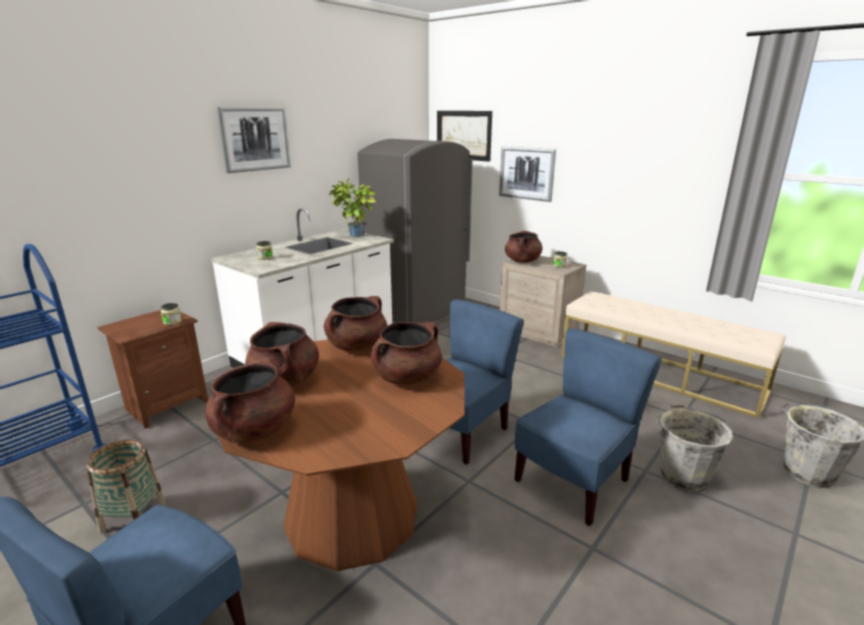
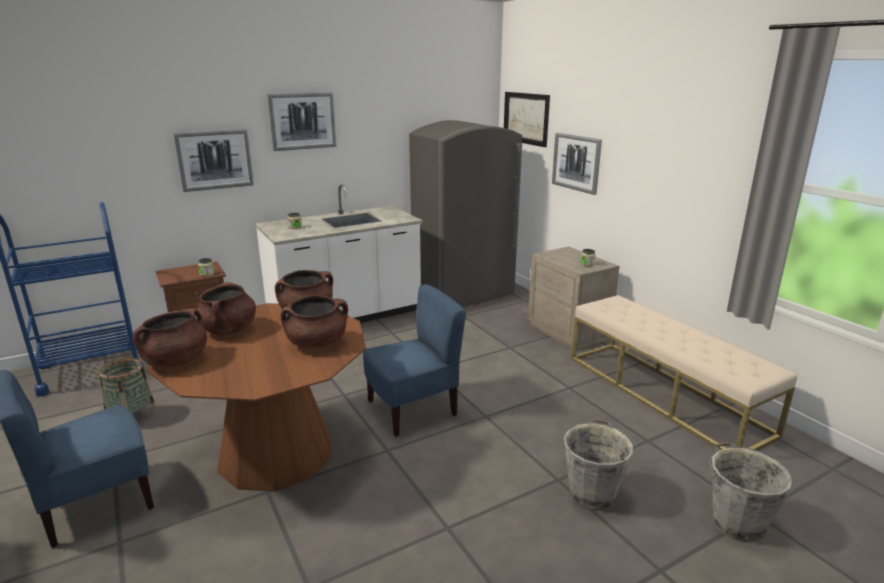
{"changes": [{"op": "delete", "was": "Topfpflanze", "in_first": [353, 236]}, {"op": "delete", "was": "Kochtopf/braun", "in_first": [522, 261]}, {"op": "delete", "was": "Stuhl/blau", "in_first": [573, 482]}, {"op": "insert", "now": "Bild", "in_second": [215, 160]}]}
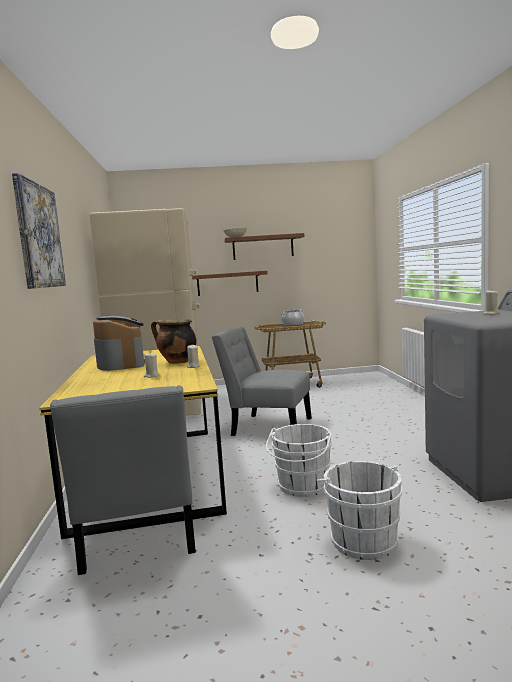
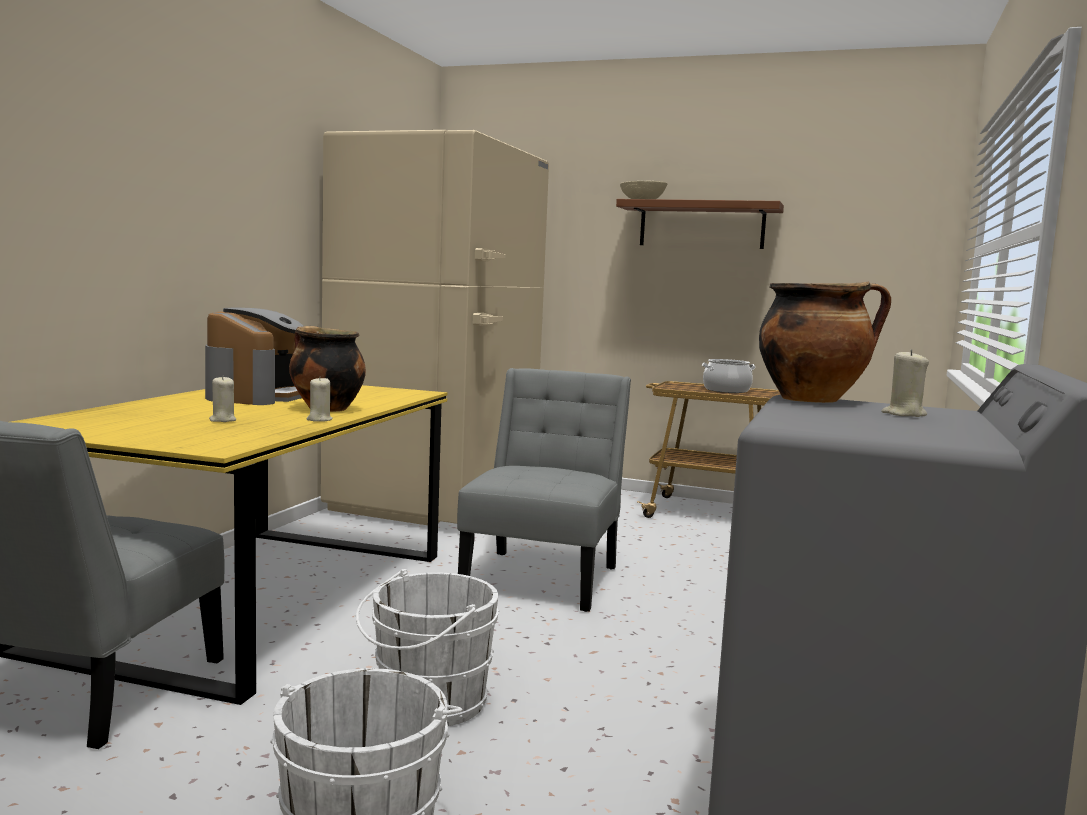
{"changes": [{"op": "delete", "was": "Bild", "in_first": [39, 236]}, {"op": "delete", "was": "Wandregal/braun", "in_first": [227, 283]}, {"op": "insert", "now": "Kochtopf", "in_second": [813, 400]}, {"op": "rotate", "was": "Stuhl/grau", "in_first": [267, 426], "in_second": [544, 576], "clockwise": 60}]}
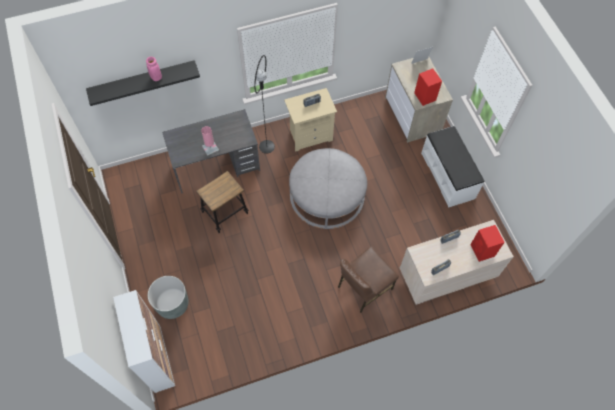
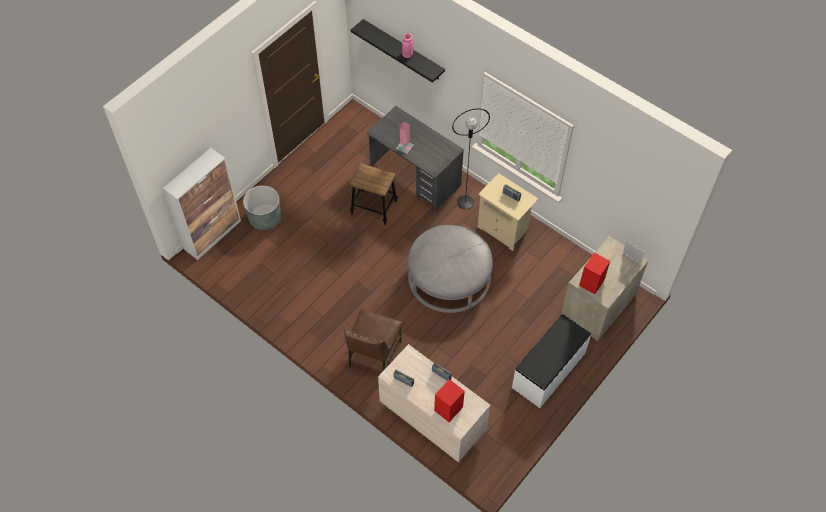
{"changes": [{"op": "rotate", "was": "Stuhl/braun", "in_first": [363, 288], "in_second": [373, 354], "clockwise": -90}]}
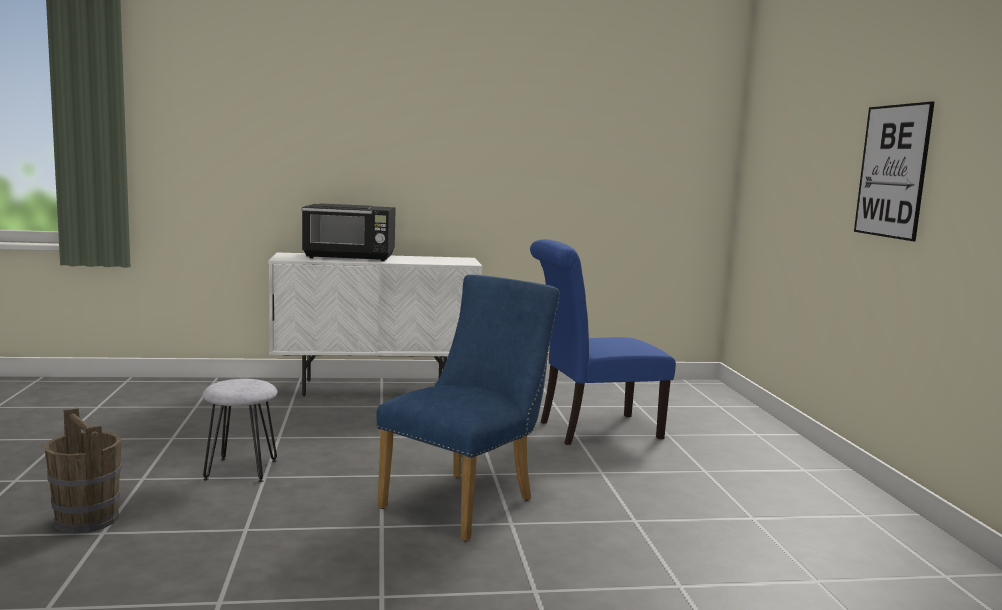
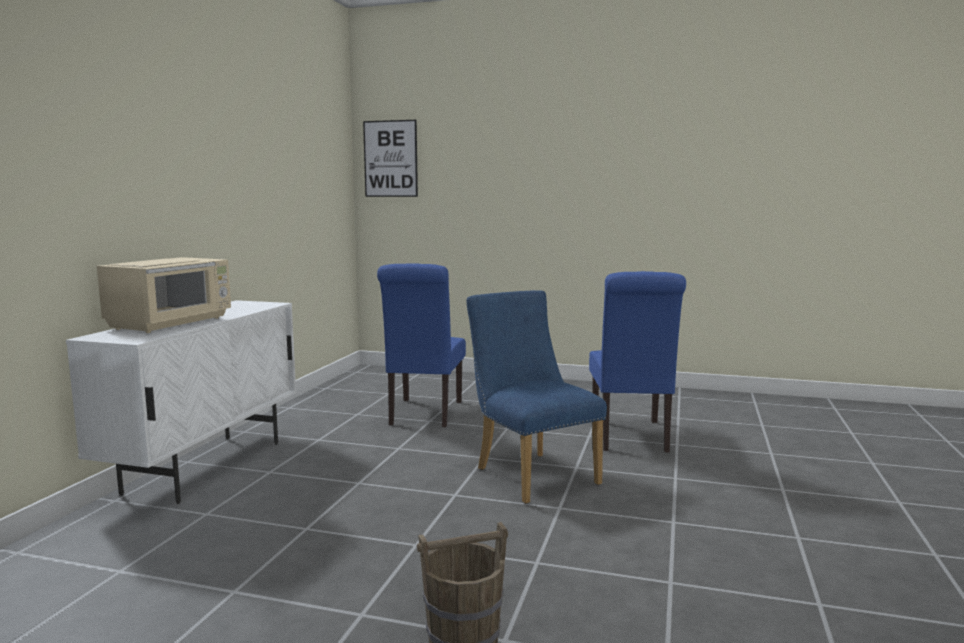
{"changes": [{"op": "delete", "was": "Hocker/grau", "in_first": [240, 470]}, {"op": "insert", "now": "Stuhl/blau", "in_second": [630, 437]}, {"op": "move", "was": "Bild", "in_first": [892, 171], "in_second": [390, 159]}, {"op": "recolor", "was": "Mikrowelle/schwarz", "now": "Mikrowelle/beige", "in_first": [350, 257], "in_second": [172, 323]}]}
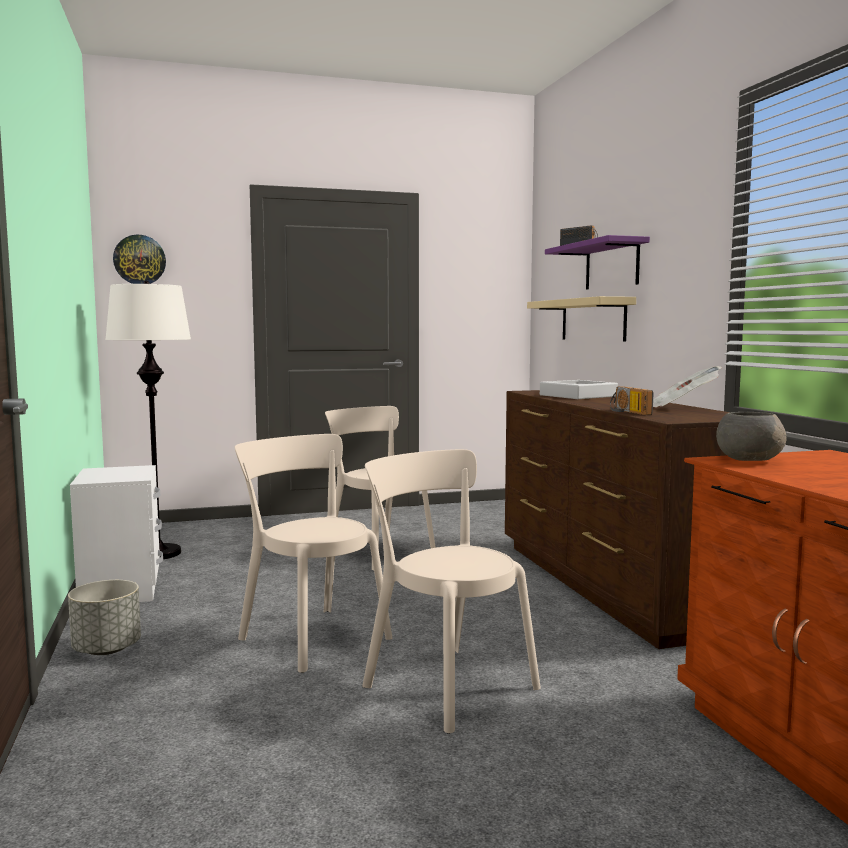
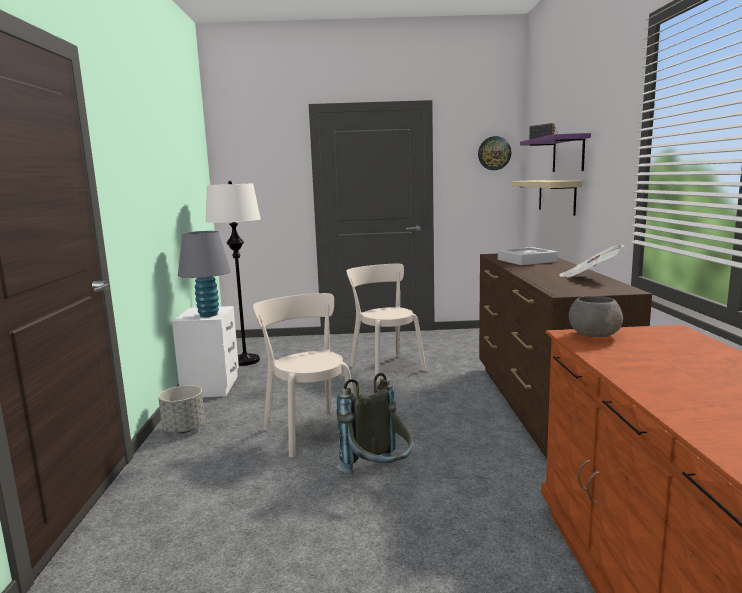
{"changes": [{"op": "delete", "was": "Radio", "in_first": [627, 412]}, {"op": "insert", "now": "Tischlampe/grau", "in_second": [208, 315]}, {"op": "move", "was": "Wanduhr", "in_first": [139, 260], "in_second": [494, 153]}, {"op": "replace", "was": "Stuhl/beige", "now": "Rucksack/grau", "in_first": [445, 684], "in_second": [379, 476]}]}
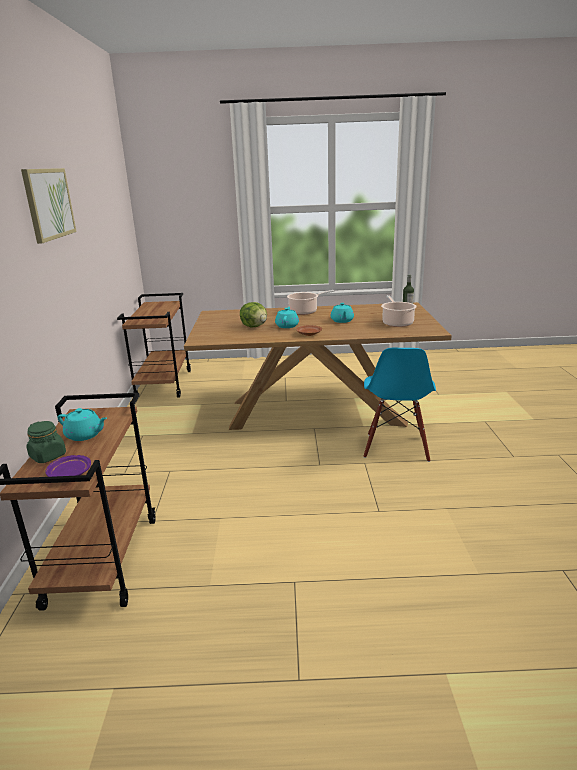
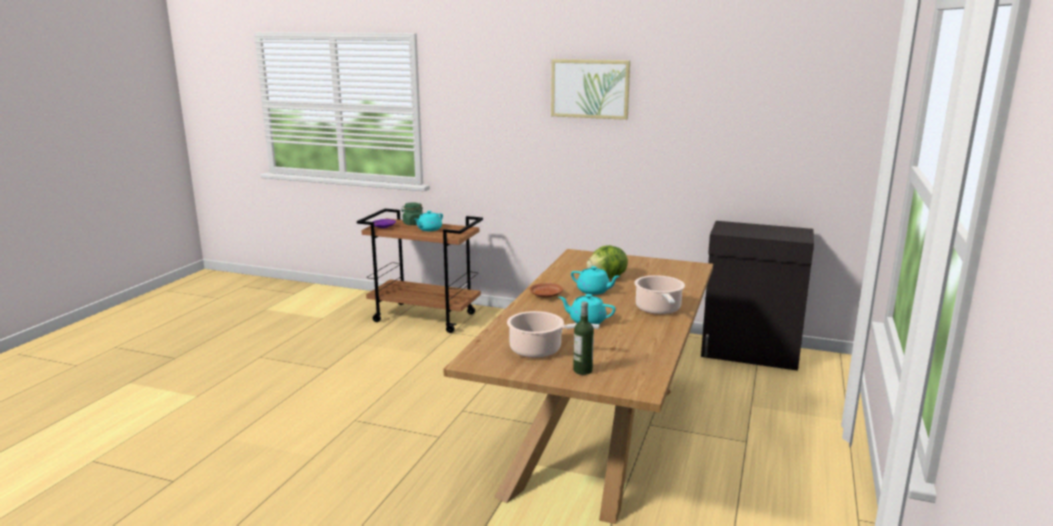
{"changes": [{"op": "delete", "was": "Stuhl/blau", "in_first": [396, 447]}, {"op": "replace", "was": "Rollwagen/braun", "now": "Schrank/schwarz", "in_first": [163, 384], "in_second": [750, 354]}]}
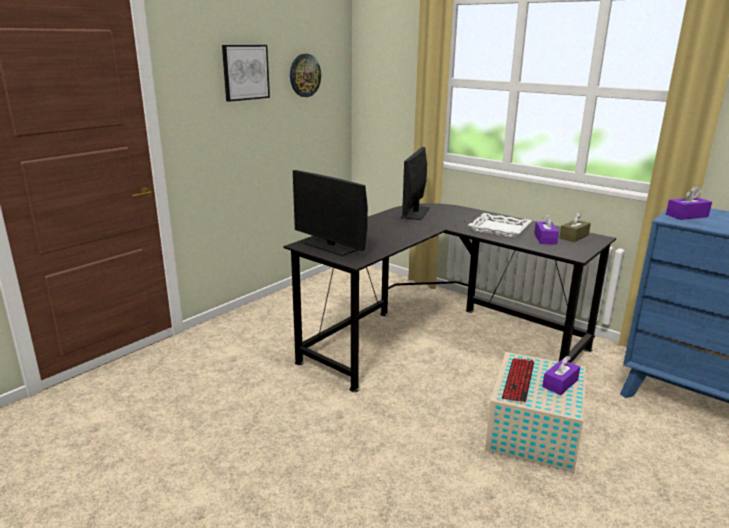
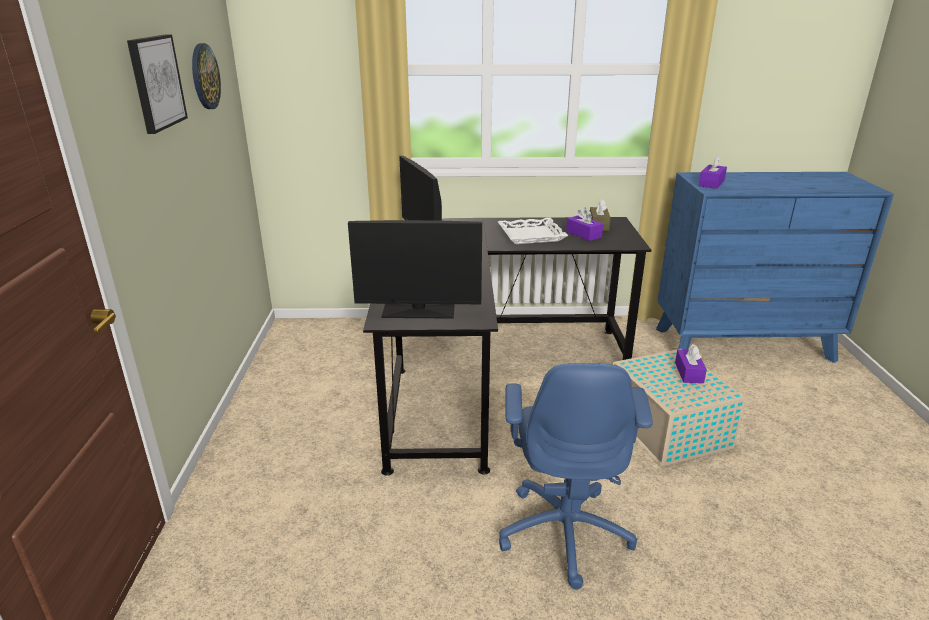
{"changes": [{"op": "delete", "was": "Tastatur", "in_first": [518, 380]}, {"op": "insert", "now": "Bürostuhl/blau", "in_second": [565, 531]}]}
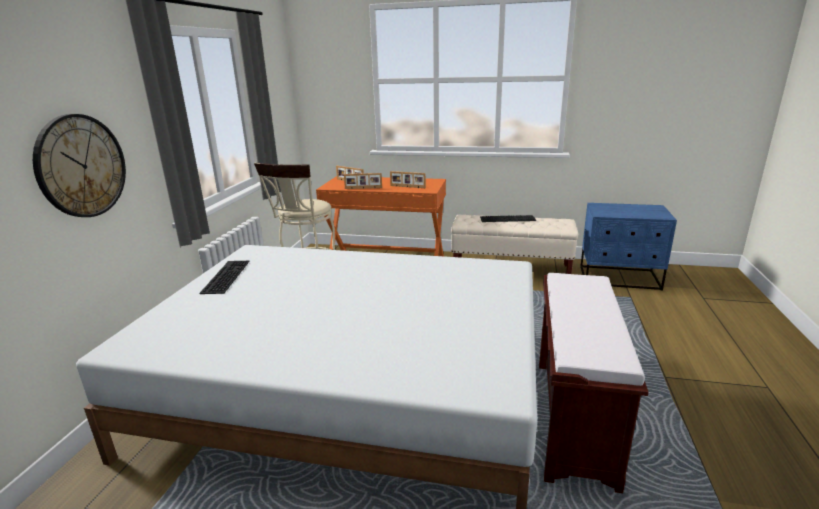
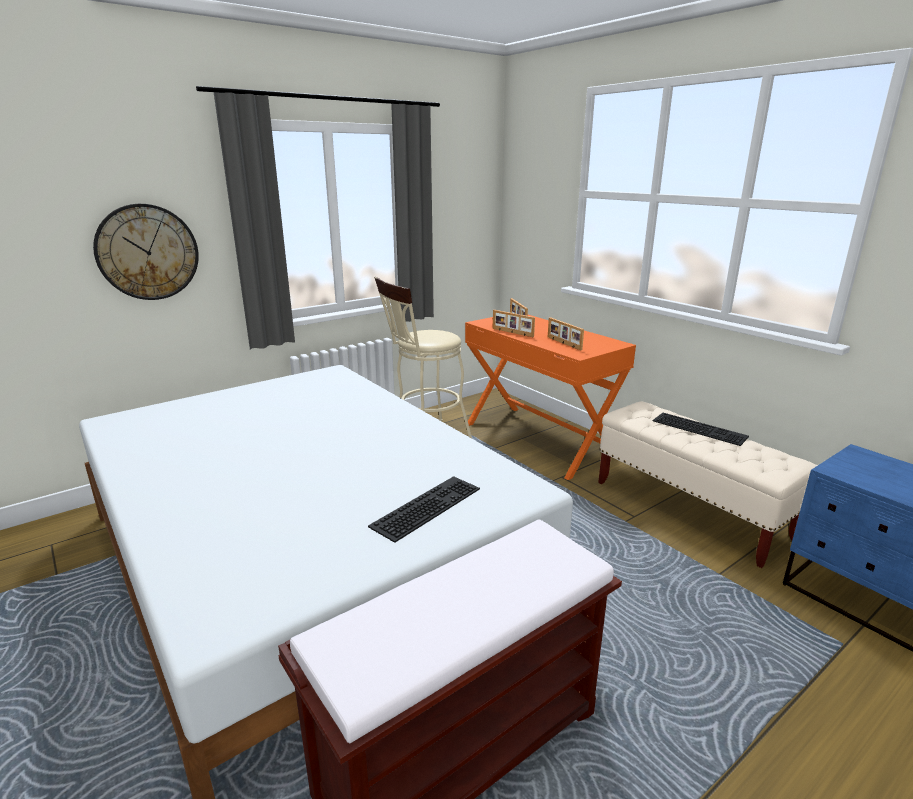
{"changes": [{"op": "move", "was": "Tastatur", "in_first": [225, 276], "in_second": [426, 505]}]}
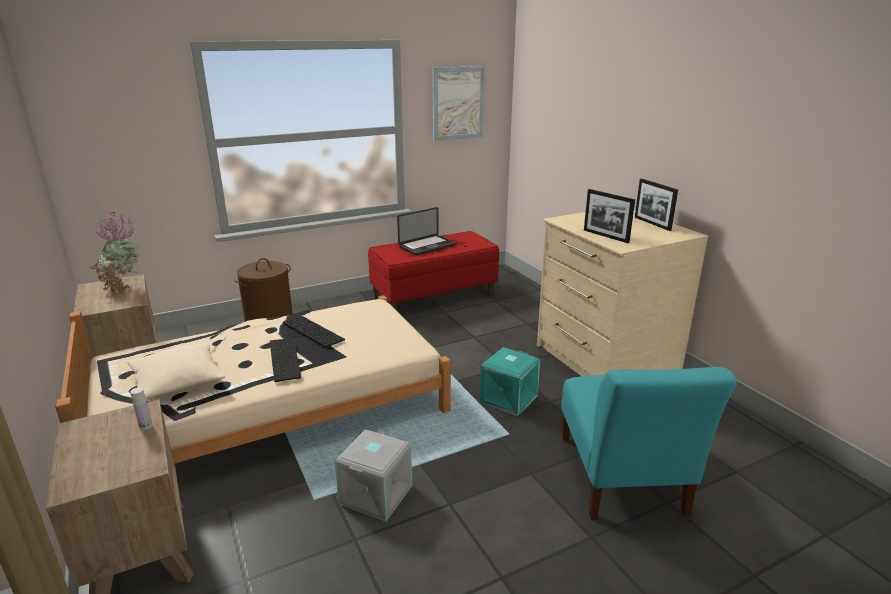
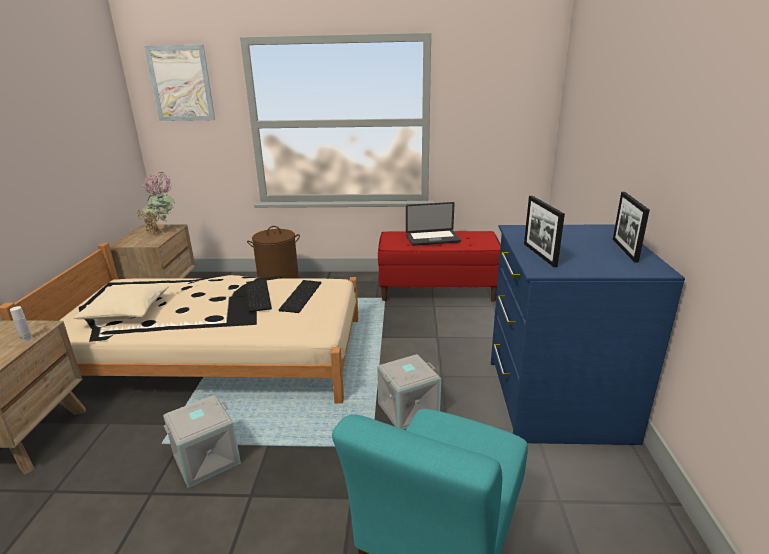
{"changes": [{"op": "move", "was": "Tastatur", "in_first": [283, 359], "in_second": [300, 295]}, {"op": "move", "was": "Bild", "in_first": [458, 103], "in_second": [181, 83]}, {"op": "recolor", "was": "Aufbewahrungsbox/türkis", "now": "Aufbewahrungsbox/grau", "in_first": [508, 398], "in_second": [408, 409]}, {"op": "recolor", "was": "Kommode/beige", "now": "Kommode/blau", "in_first": [604, 358], "in_second": [554, 399]}]}
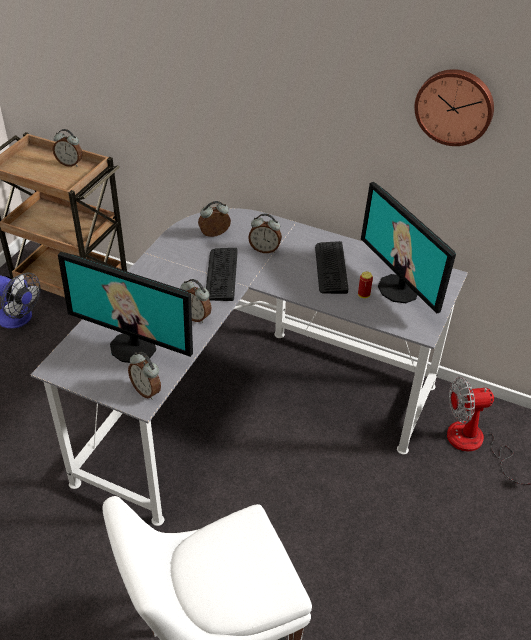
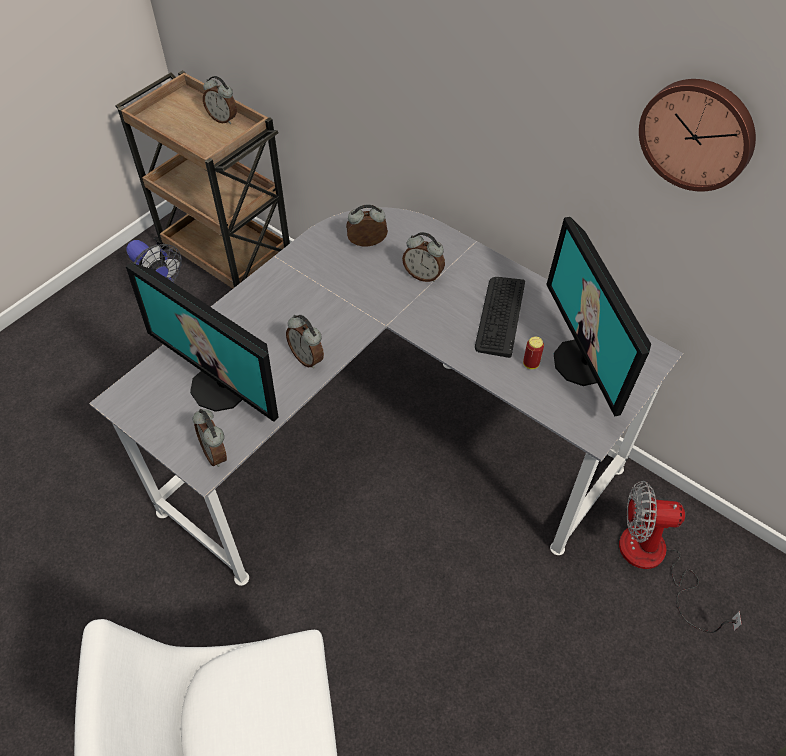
{"changes": [{"op": "delete", "was": "Tastatur", "in_first": [221, 274]}]}
